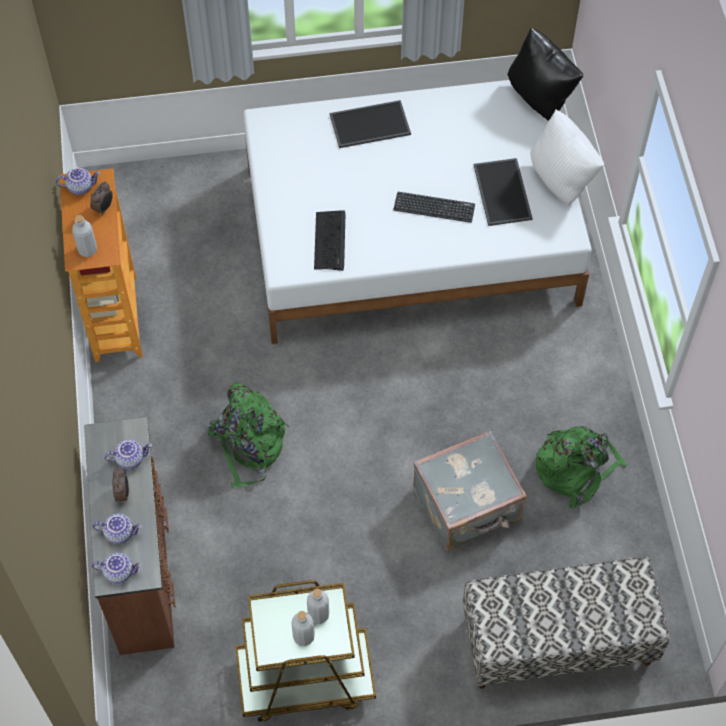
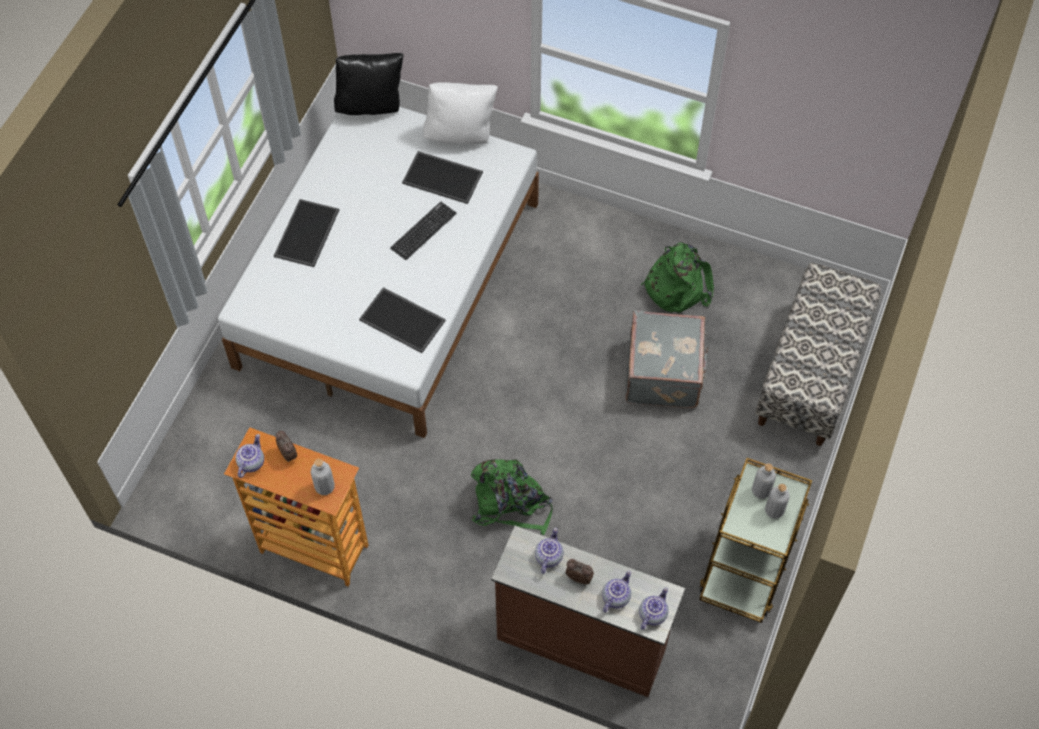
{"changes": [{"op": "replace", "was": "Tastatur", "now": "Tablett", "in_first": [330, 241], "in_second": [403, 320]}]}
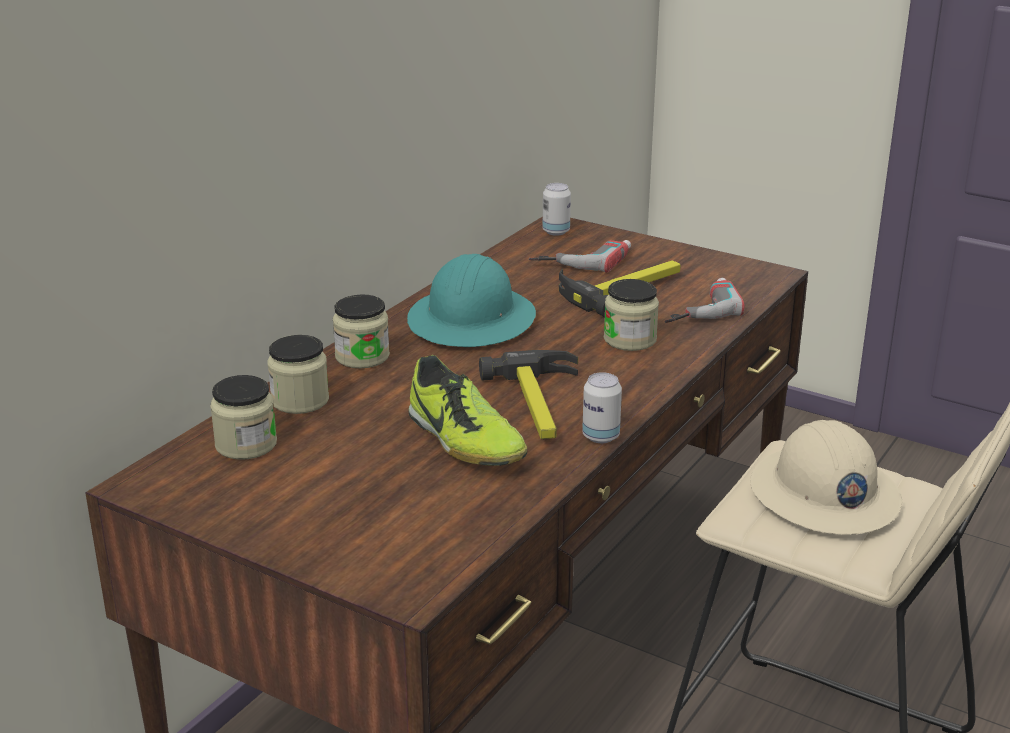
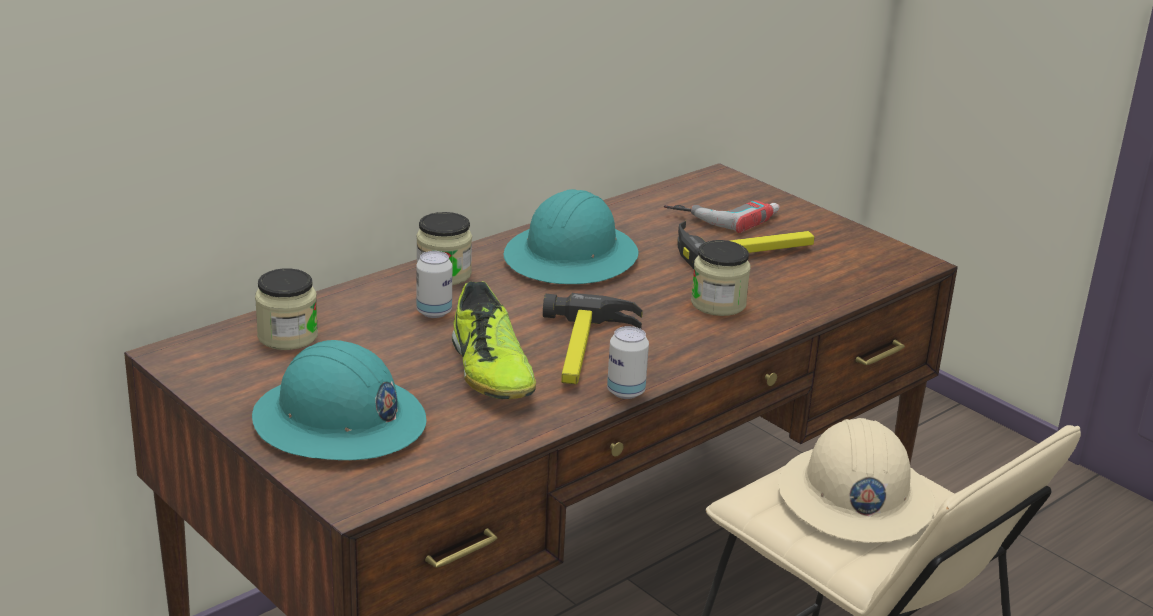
{"changes": [{"op": "delete", "was": "Vorratsglas", "in_first": [300, 400]}, {"op": "delete", "was": "Bohrmaschine", "in_first": [696, 308]}, {"op": "insert", "now": "Schutzhelm/türkis", "in_second": [339, 423]}, {"op": "move", "was": "Dose", "in_first": [556, 231], "in_second": [434, 312]}]}
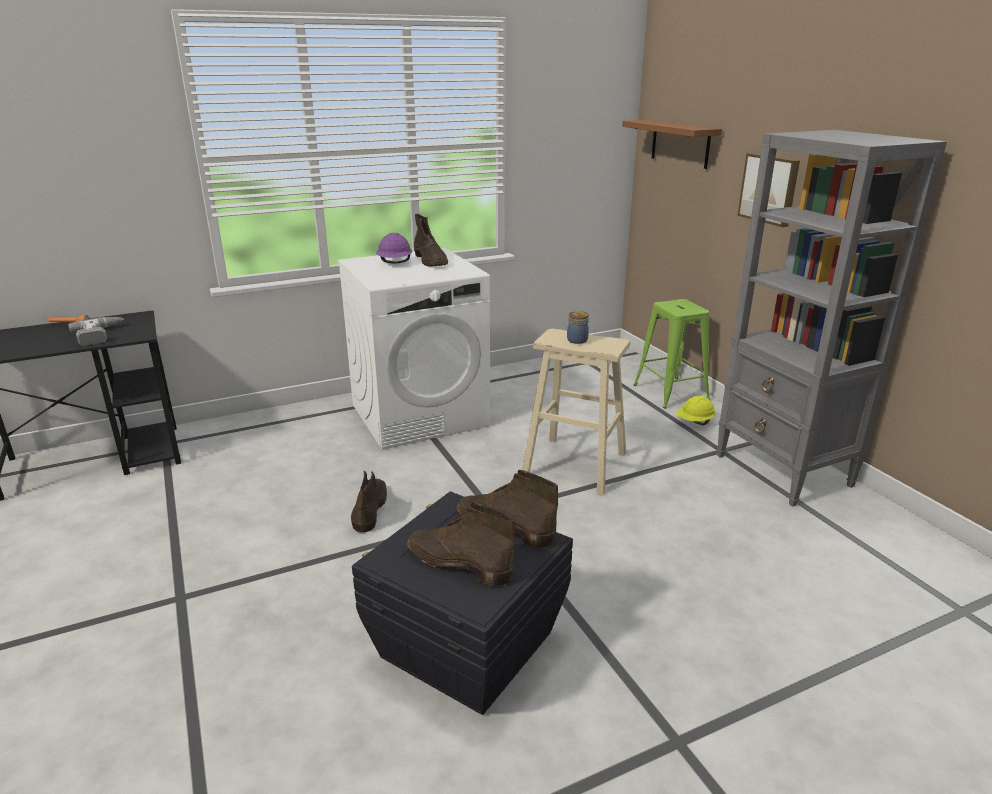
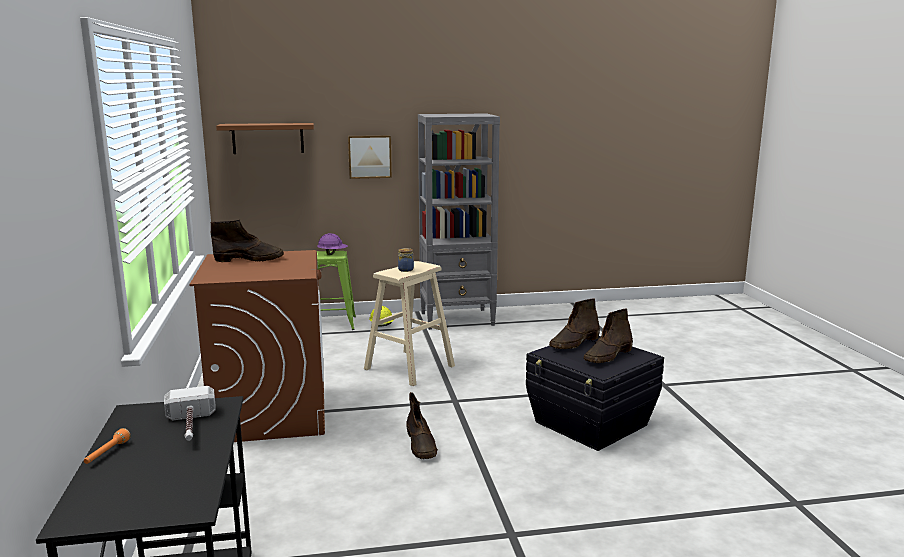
{"changes": [{"op": "move", "was": "Schutzhelm/lila", "in_first": [395, 263], "in_second": [333, 254]}, {"op": "replace", "was": "Bohrmaschine", "now": "Hammer", "in_first": [100, 335], "in_second": [190, 427]}, {"op": "recolor", "was": "Waschmaschine/weiß", "now": "Waschmaschine/braun", "in_first": [420, 415], "in_second": [271, 413]}, {"op": "rotate", "was": "Stiefel/braun", "in_first": [370, 508], "in_second": [421, 445], "clockwise": -120}]}
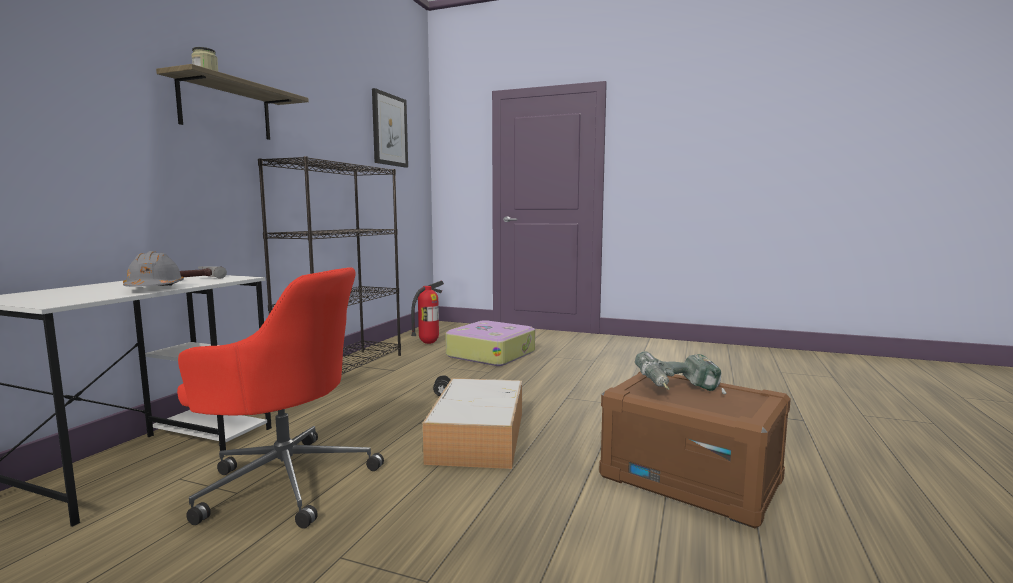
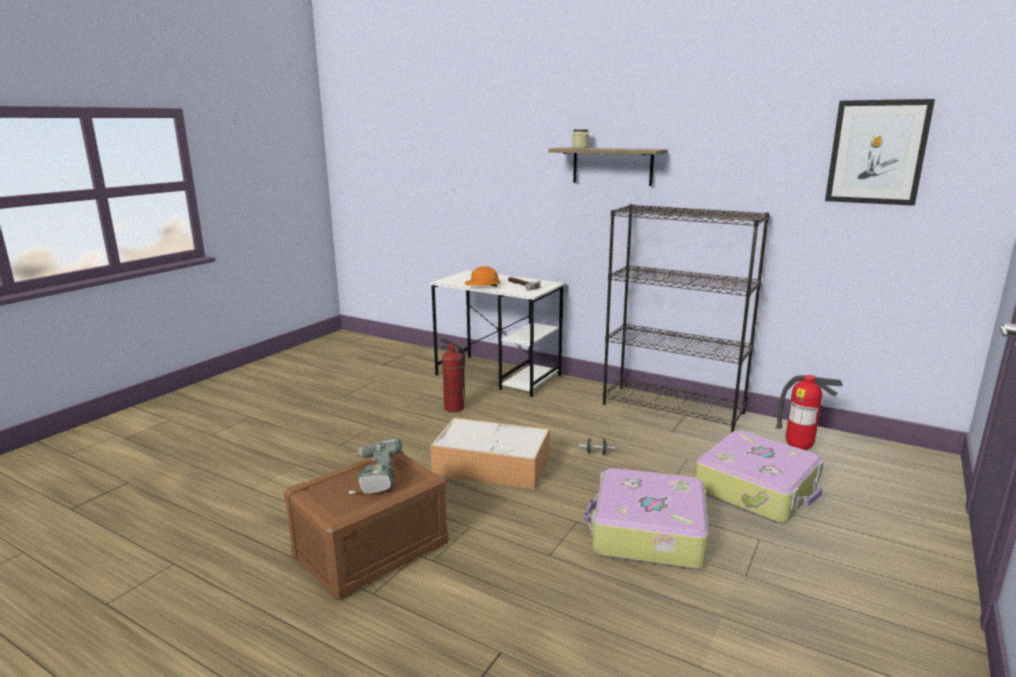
{"changes": [{"op": "insert", "now": "Koffer", "in_second": [647, 532]}, {"op": "replace", "was": "Bürostuhl/rot", "now": "Feuerlöscher", "in_first": [285, 481], "in_second": [453, 408]}, {"op": "recolor", "was": "Schutzhelm/grau", "now": "Schutzhelm/orange", "in_first": [154, 289], "in_second": [483, 286]}]}
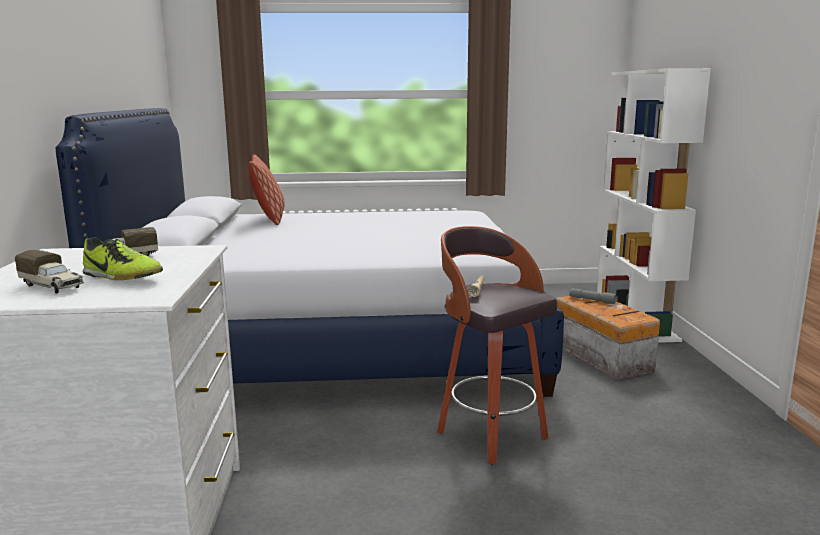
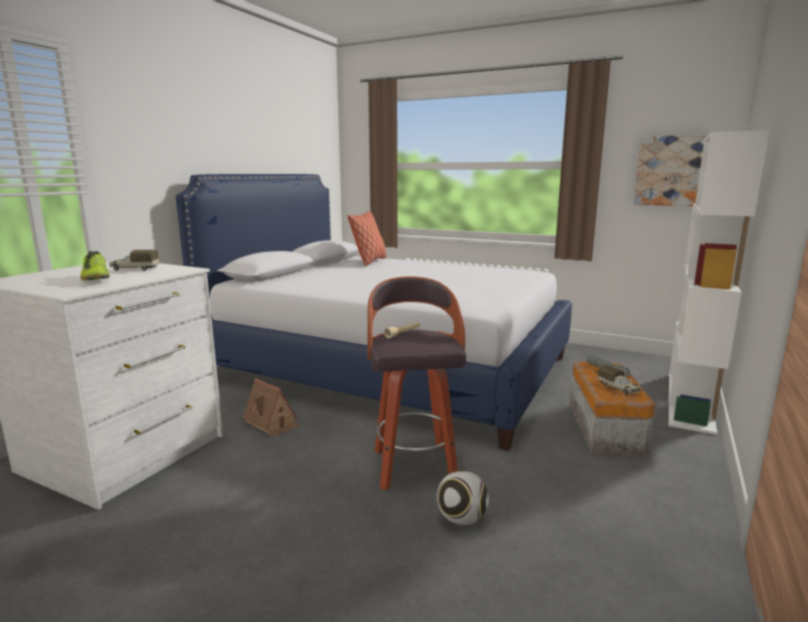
{"changes": [{"op": "insert", "now": "Spielzeughaus", "in_second": [272, 423]}, {"op": "insert", "now": "Fußball", "in_second": [461, 519]}, {"op": "insert", "now": "Bild", "in_second": [674, 171]}, {"op": "move", "was": "Spielzeuglaster", "in_first": [53, 286], "in_second": [618, 388]}]}
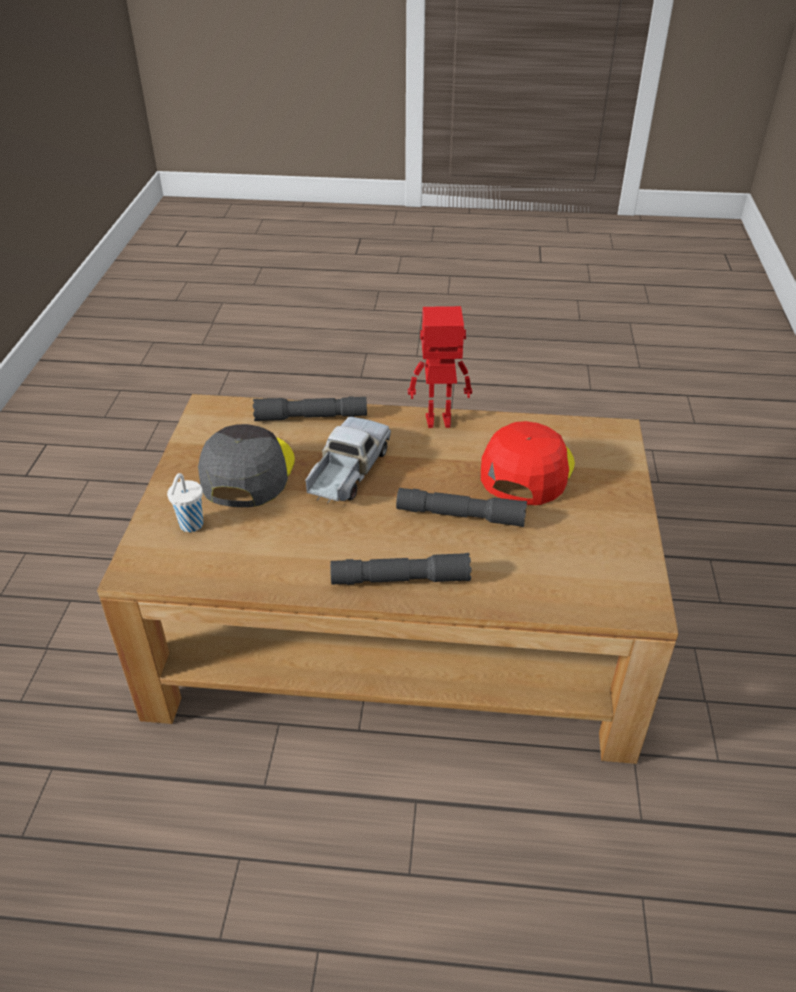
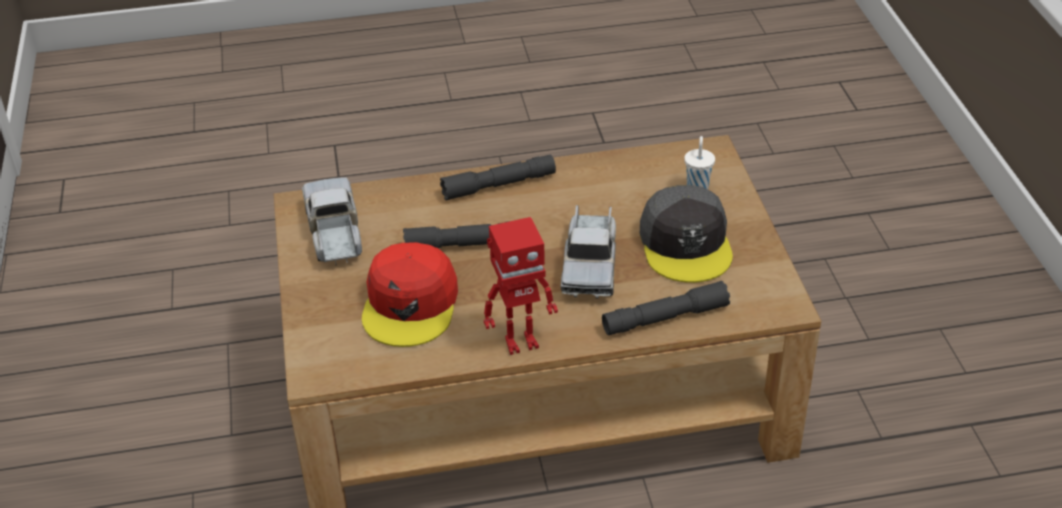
{"changes": [{"op": "insert", "now": "Spielzeuglaster", "in_second": [334, 233]}]}
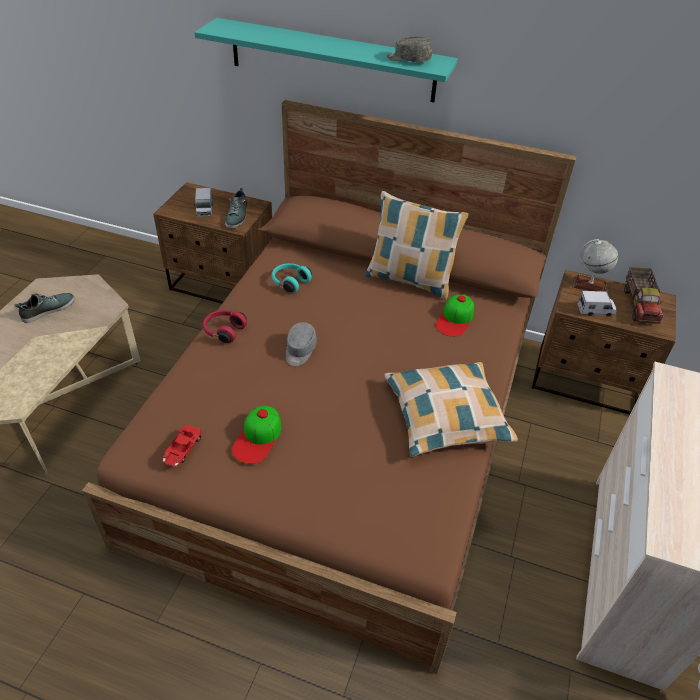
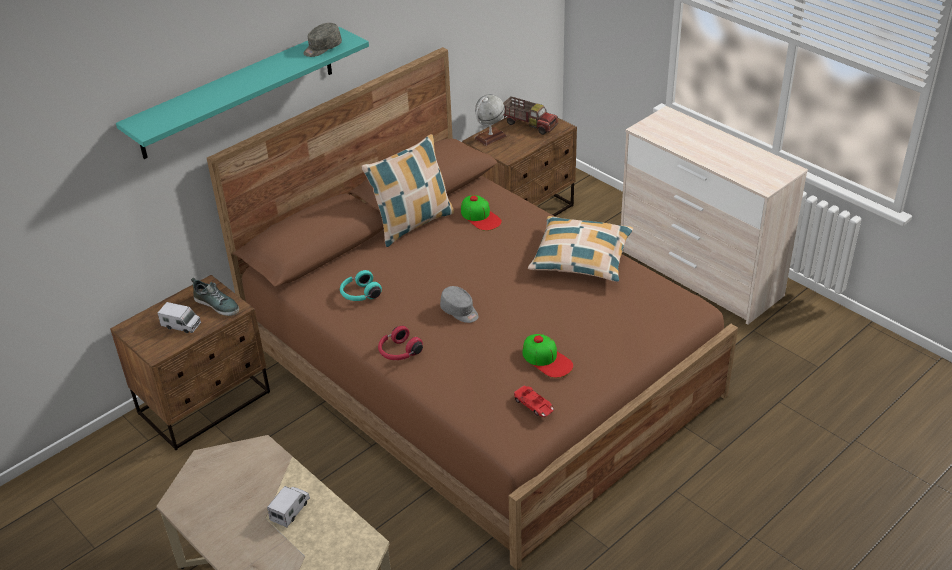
{"changes": [{"op": "delete", "was": "Schuh", "in_first": [48, 309]}, {"op": "move", "was": "Spielzeuglaster", "in_first": [595, 310], "in_second": [290, 510]}]}
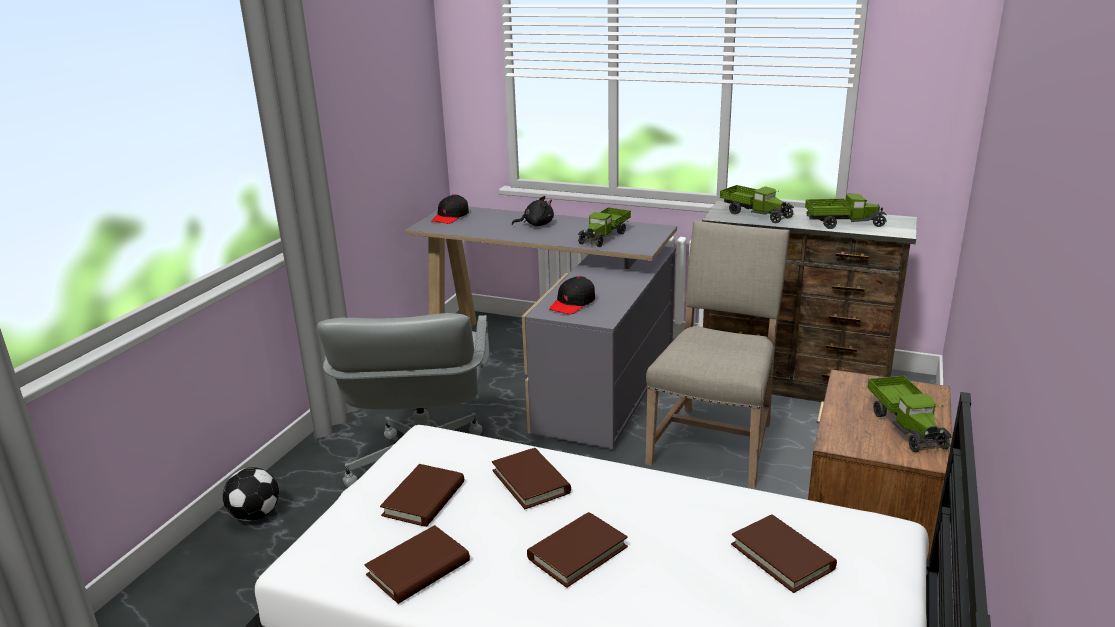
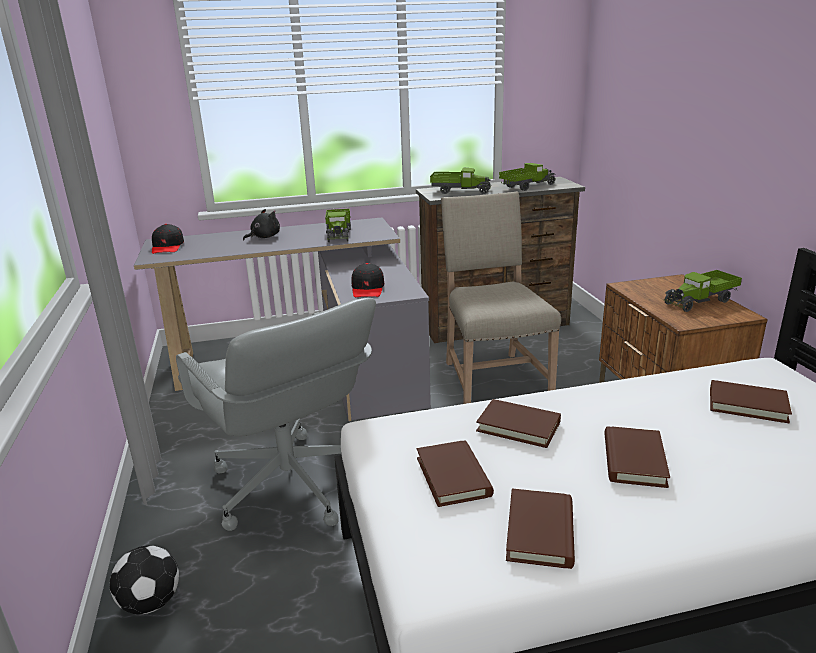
{"changes": [{"op": "rotate", "was": "Spielzeuglaster", "in_first": [906, 426], "in_second": [700, 301], "clockwise": 105}]}
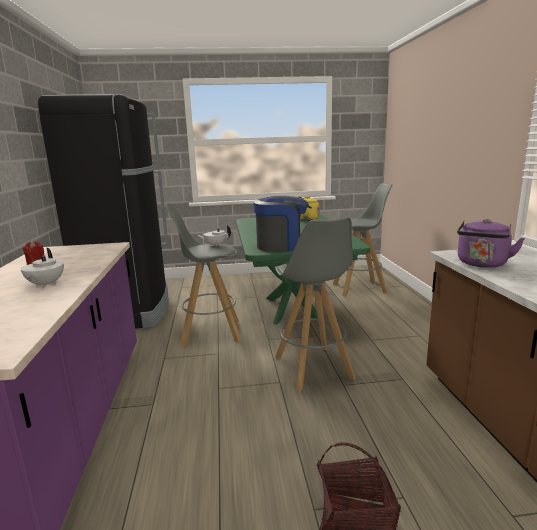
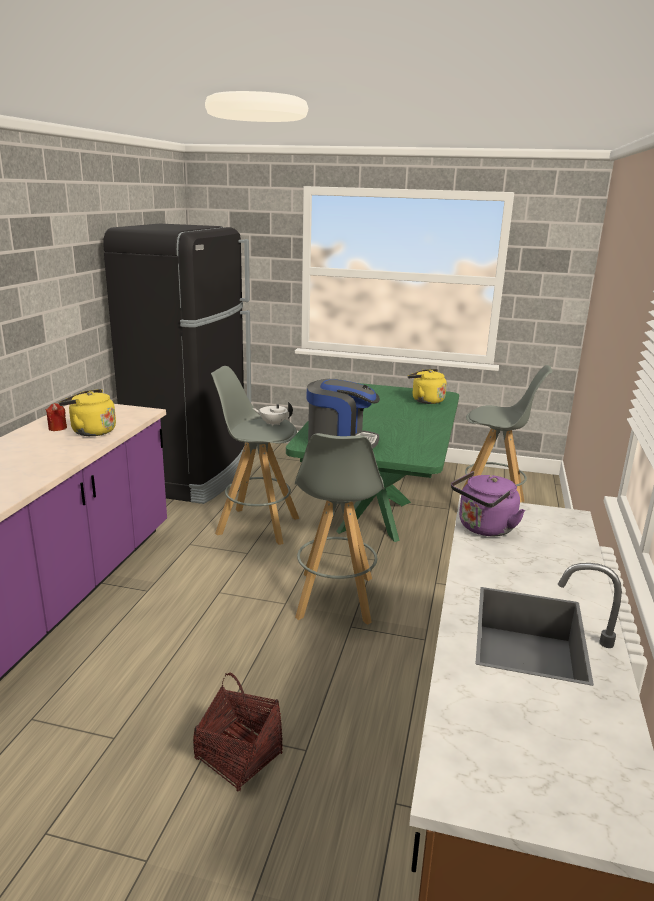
{"changes": [{"op": "delete", "was": "Teekanne/weiß", "in_first": [45, 285]}, {"op": "insert", "now": "Wasserkessel/gelb", "in_second": [91, 431]}]}
